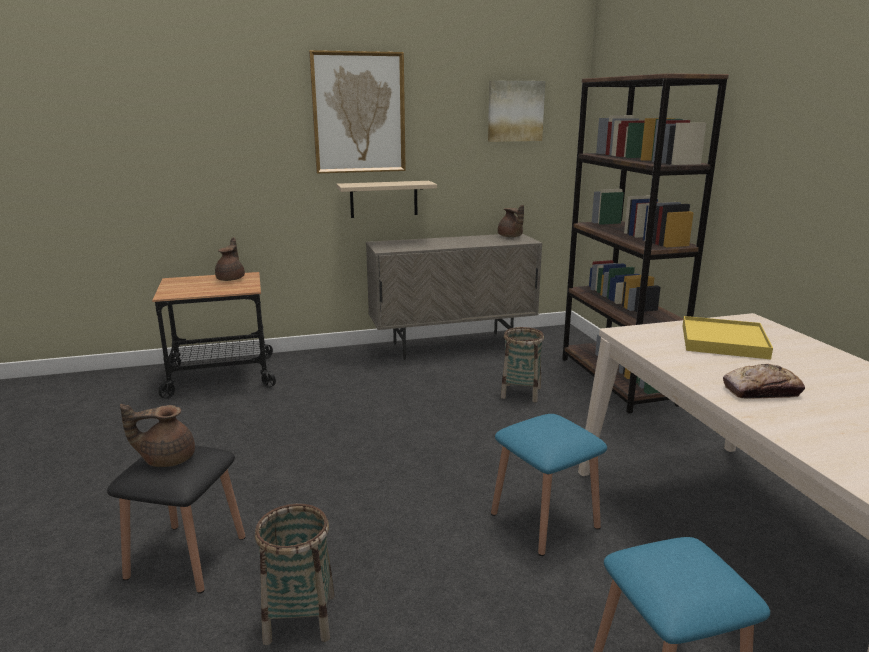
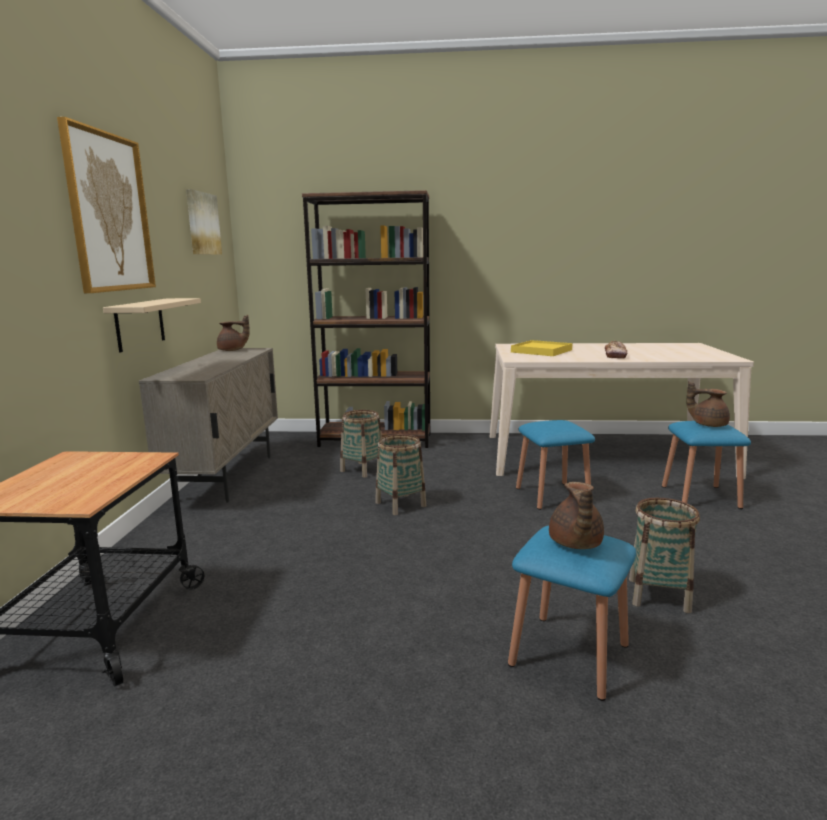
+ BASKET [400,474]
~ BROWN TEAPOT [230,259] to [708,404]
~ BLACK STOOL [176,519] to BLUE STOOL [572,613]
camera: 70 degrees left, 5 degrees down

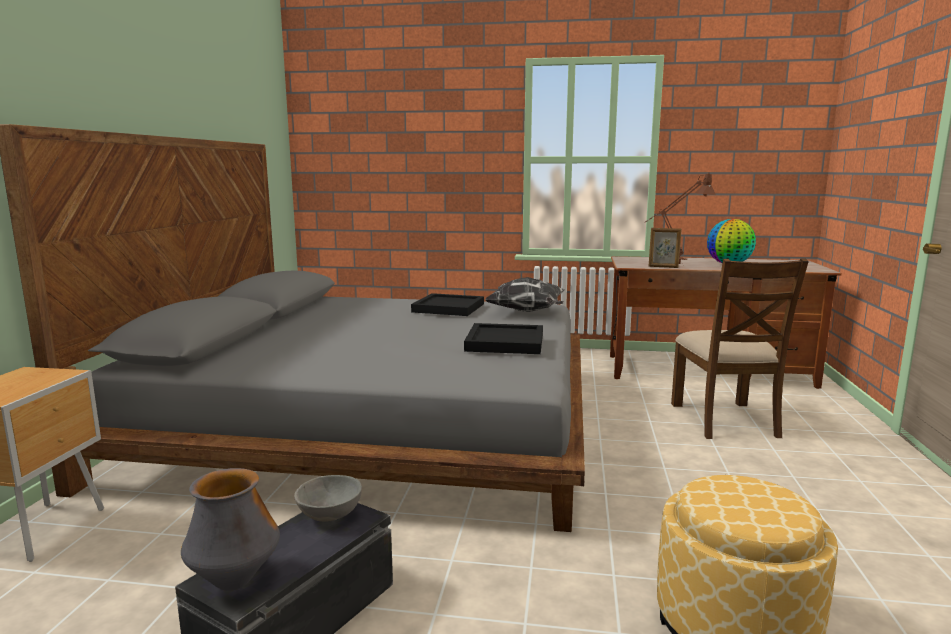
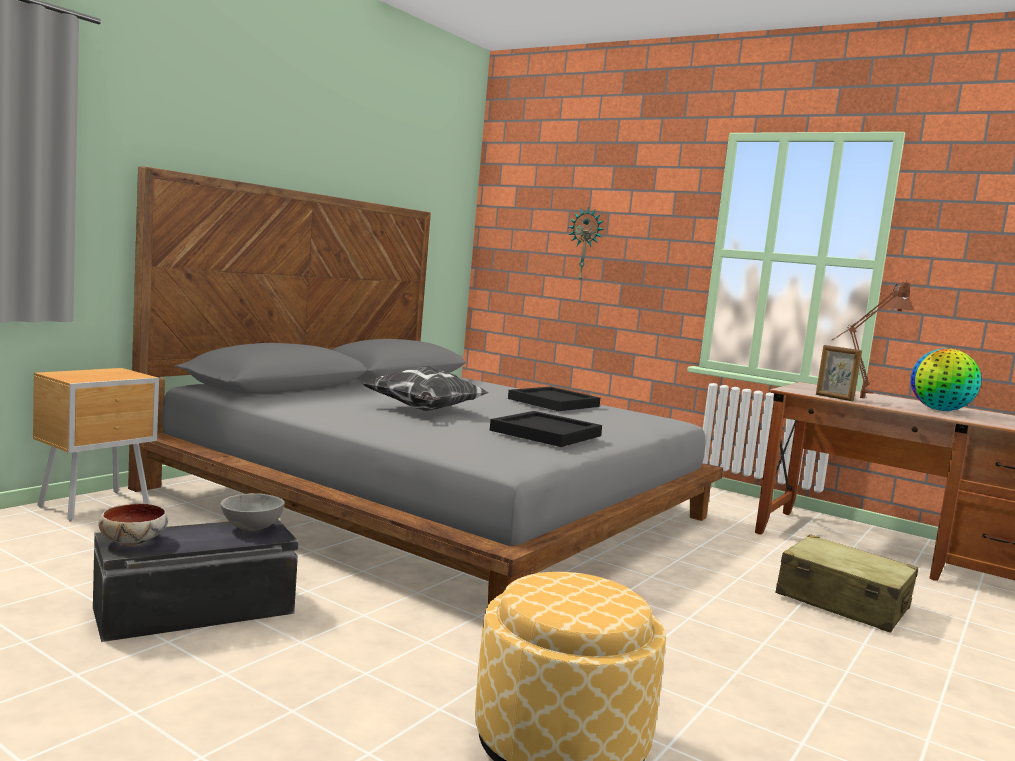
+ WALL CLOCK [586,244]
~ PILLOW [524,294] to [426,388]
~ VASE [230,529] to BOWL [133,524]
~ BROWN CHAIR [740,348] to BEIGE SUITCASE [847,583]
camera: 25 degrees right, 5 degrees down

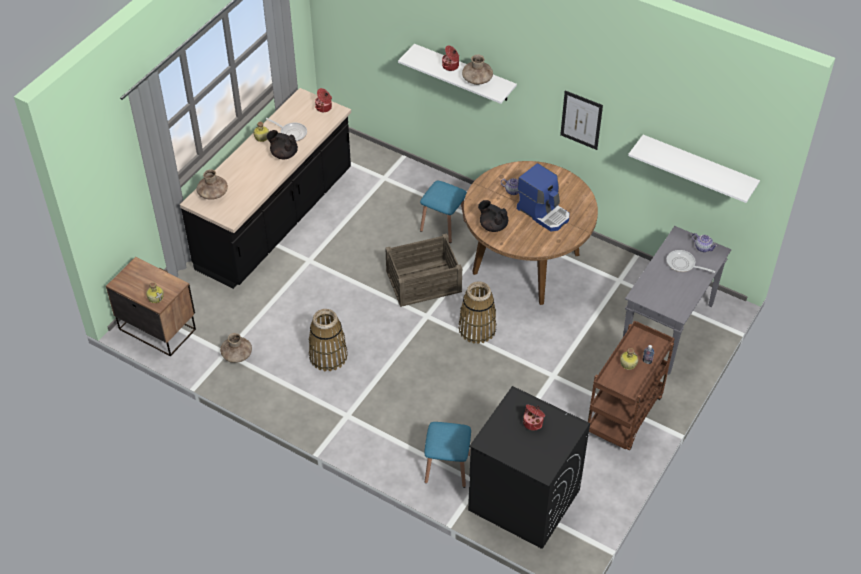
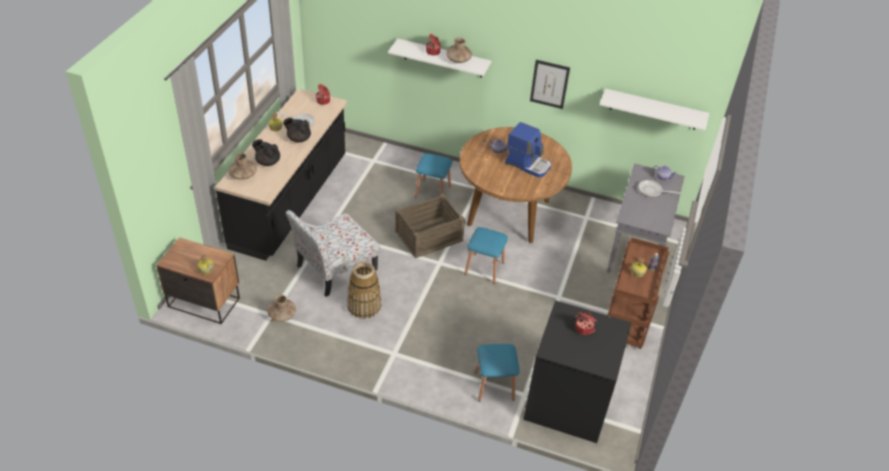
+ CHAIR [333,253]
~ BLACK TEAPOT [493,216] to [266,152]
~ BASKET [477,312] to BLUE STOOL [486,255]
camera: 15 degrees left, 5 degrees down

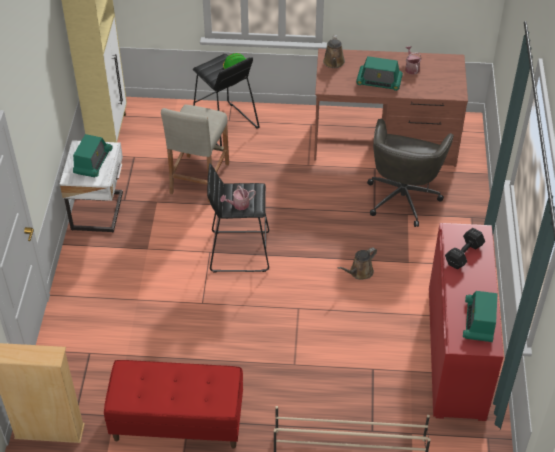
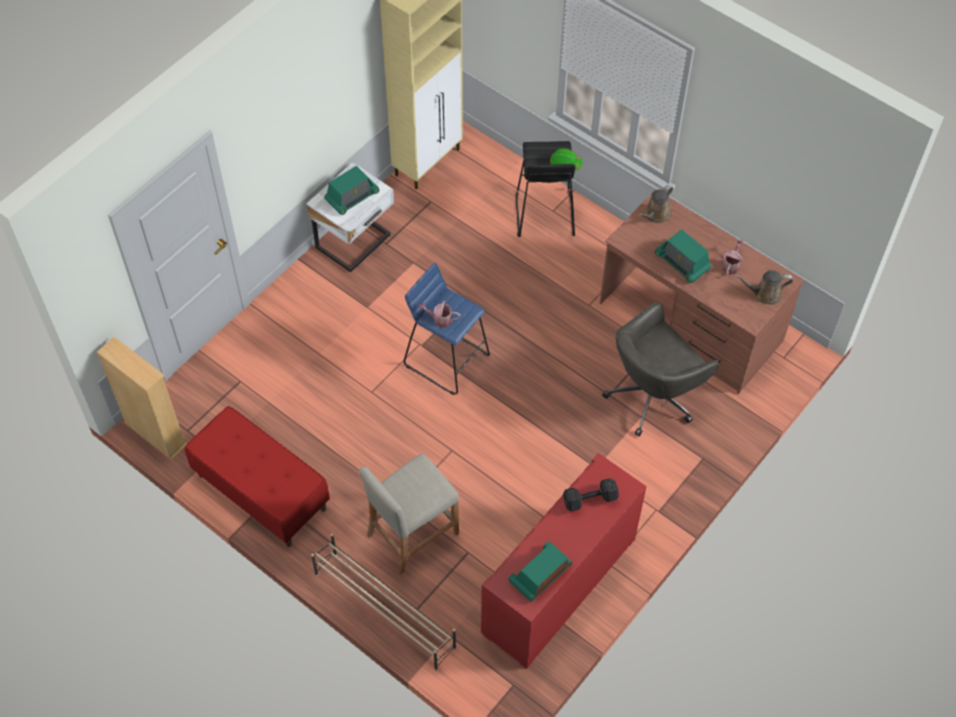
~ BEIGE STOOL [195,153] to [409,514]
~ BROWN WATERING CAN [357,263] to [764,287]
~ BLACK STOOL [238,217] to BLUE STOOL [446,329]
camera: 35 degrees right, 10 degrees up

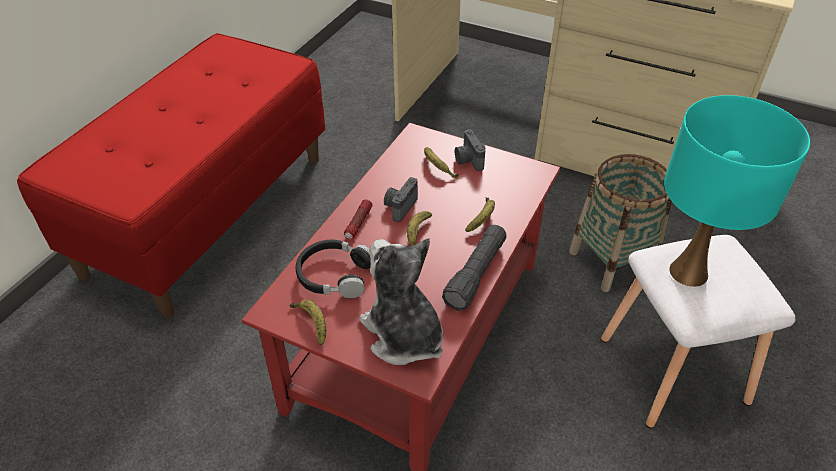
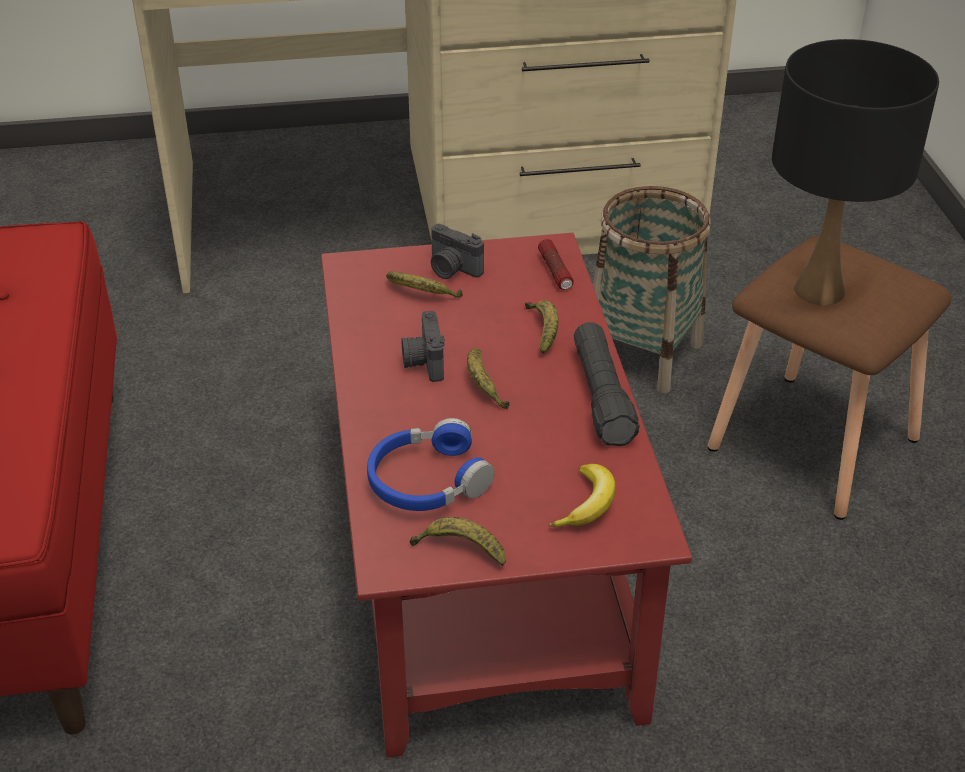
~ FLASHLIGHT [358,219] to [556,264]
~ PLUSH TOY [401,301] to BANANA [582,495]
~ BLACK HEADPHONES [333,269] to BLUE HEADPHONES [431,464]
~ WHITE STOOL [698,331] to BROWN STOOL [830,378]
~ TURQUOISE TABLE LAMP [737,191] to BLACK TABLE LAMP [855,172]
camera: 35 degrees left, 5 degrees down

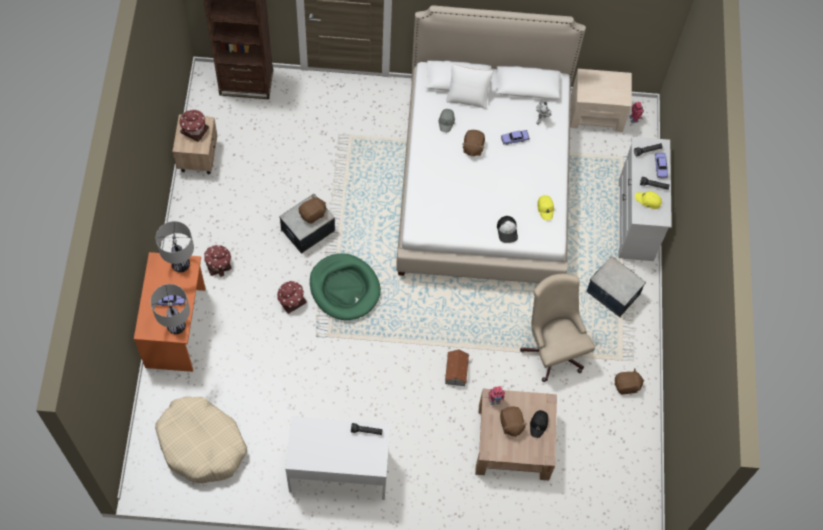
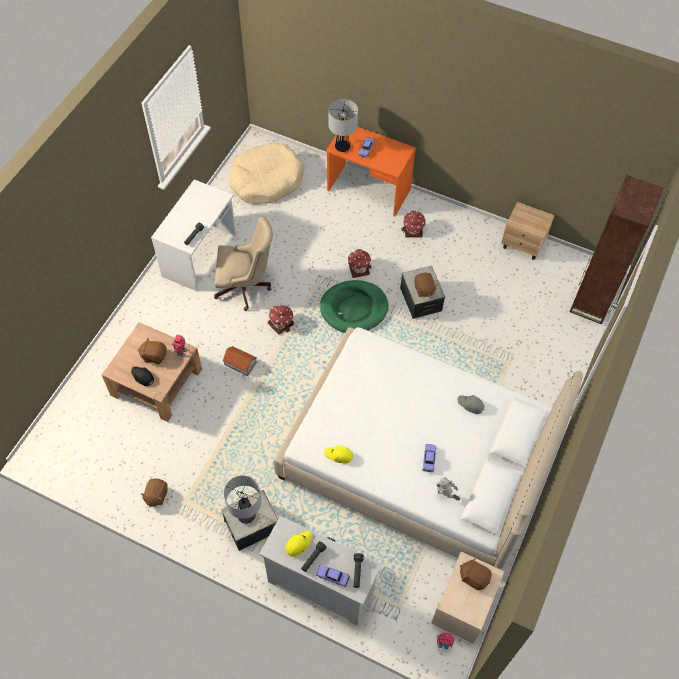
- WHITE PILLOW [469,86]
- CAP [507,229]
~ TABLE LAMP [175,246] to [243,499]
~ TOY HOUSE [194,125] to [281,320]
~ BROWN PLUSH TOY [474,143] to [476,574]
~ BEIGE OFFICE CHAIR [557,328] to [243,264]
camera: 115 degrees right, 5 degrees down

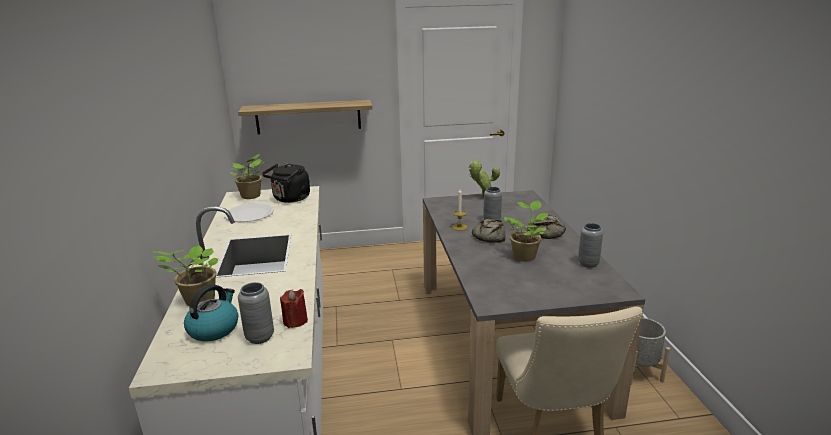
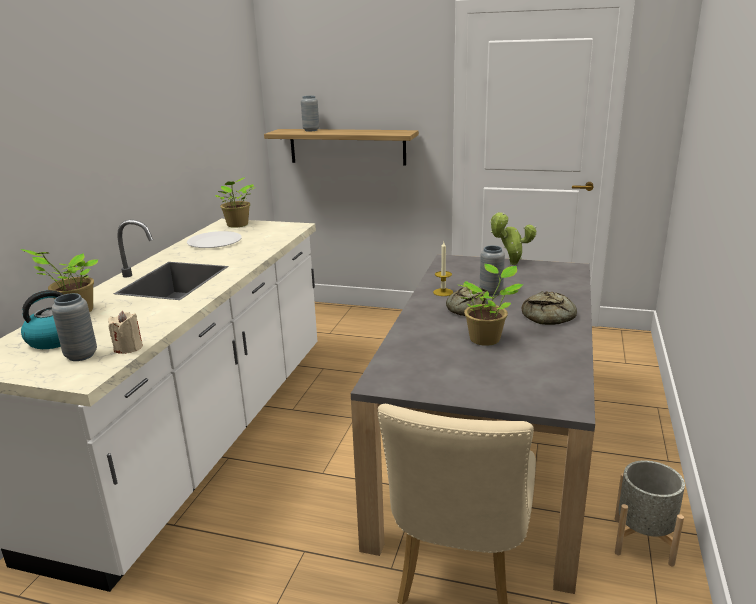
- BLACK KETTLE [286,183]
~ GREY VASE [590,245] to [310,114]
~ RED CANDLE [294,308] to BEIGE CANDLE [125,332]
camera: 25 degrees right, 0 degrees up

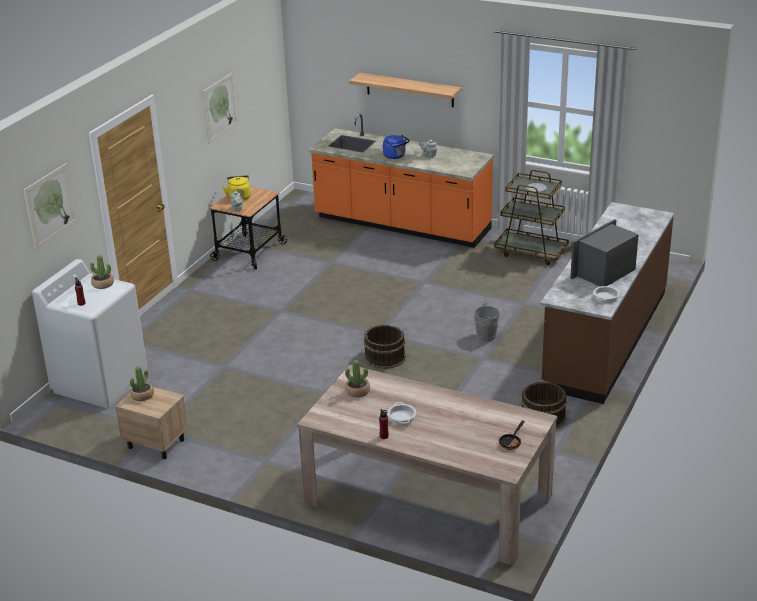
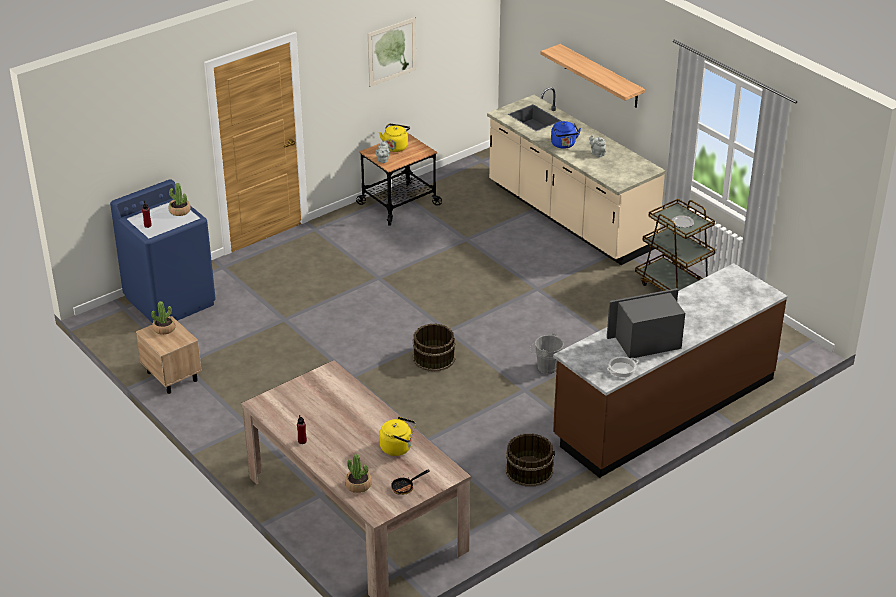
- PICTURE [51,206]
- COOKING POT [401,413]
+ YELLOW KETTLE [397,436]
~ POTTED PLANT [357,378] to [358,473]
~ WHITE WASHING MACHINE [90,333] to BLUE WASHING MACHINE [163,251]
~ ORANGE COUNTER [401,181] to BEIGE COUNTER [576,176]
camera: 25 degrees right, 5 degrees up

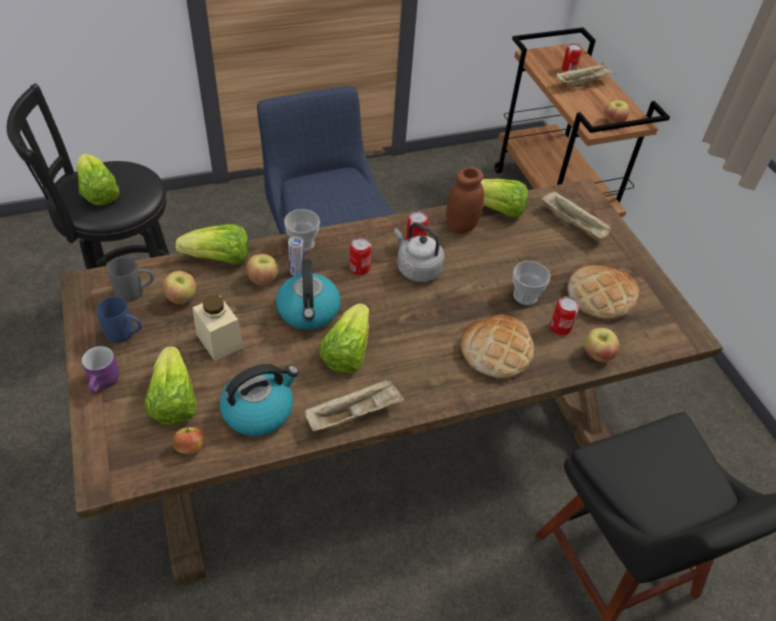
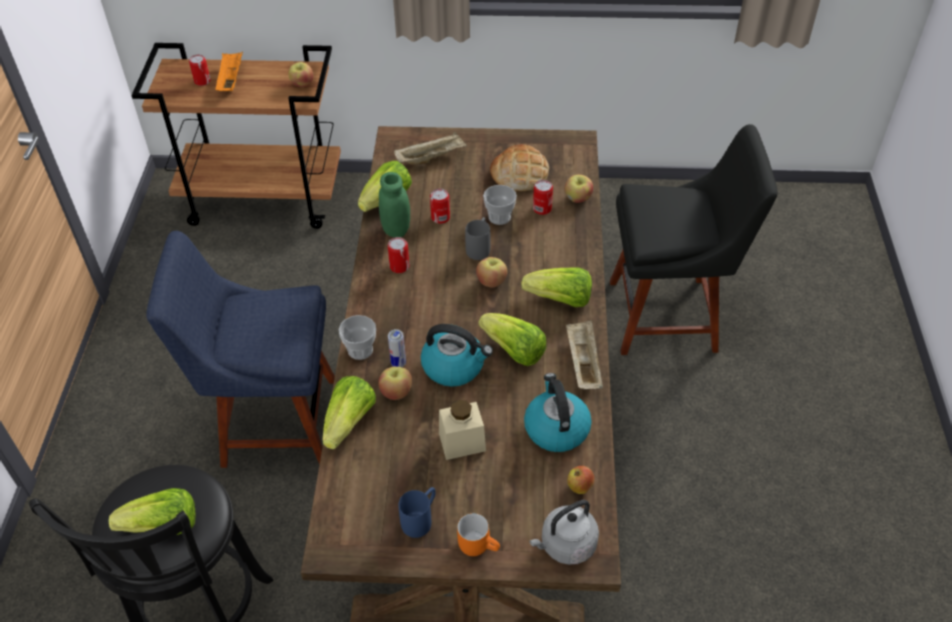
- BREAD [497,347]
~ GREY MUG [131,279] to [477,238]
~ LETTUCE [171,385] to [556,287]
~ APPLE [179,287] to [492,272]
~ CAN [360,256] to [440,206]
~ GREY KETTLE [419,252] to [564,532]
~ PURPLE MUG [100,369] to ORANGE MUG [478,534]
~ BROWN JAR [465,200] to GREEN JAR [394,205]
~ BEIGE TRAY [586,74] to ORANGE TRAY [229,71]
camera: 65 degrees left, 0 degrees up

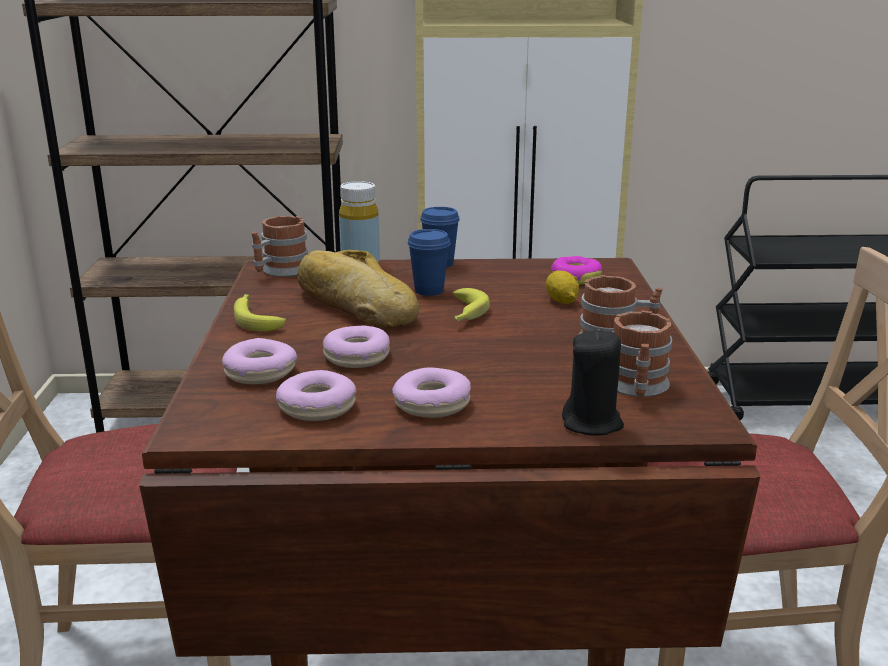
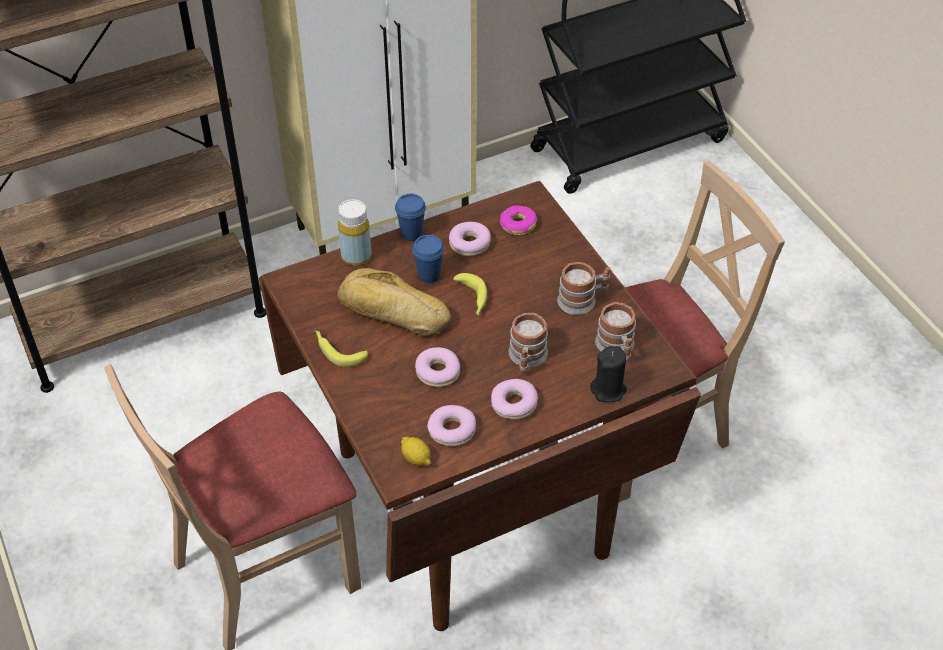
~ DONUT [259,361] to [470,239]
~ MUG [280,246] to [528,343]
~ LEMON [562,287] to [416,451]
camera: 25 degrees left, 25 degrees up

